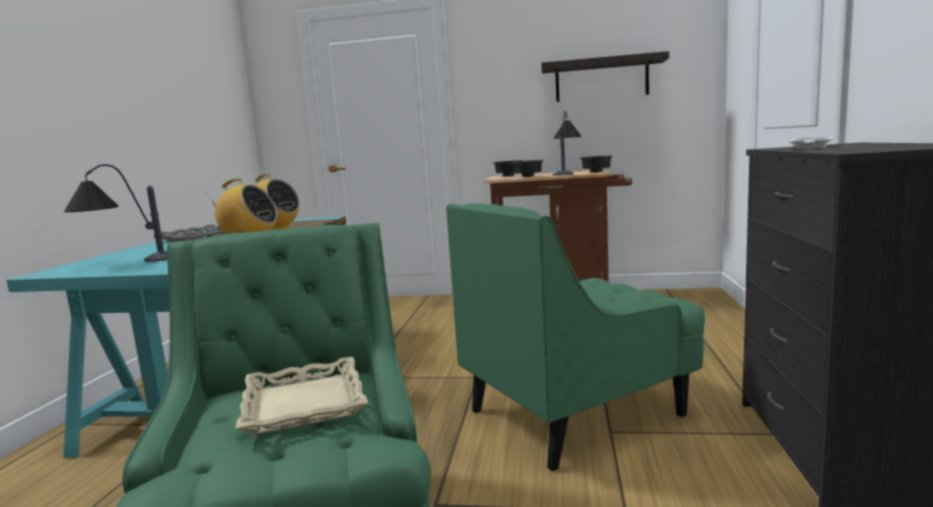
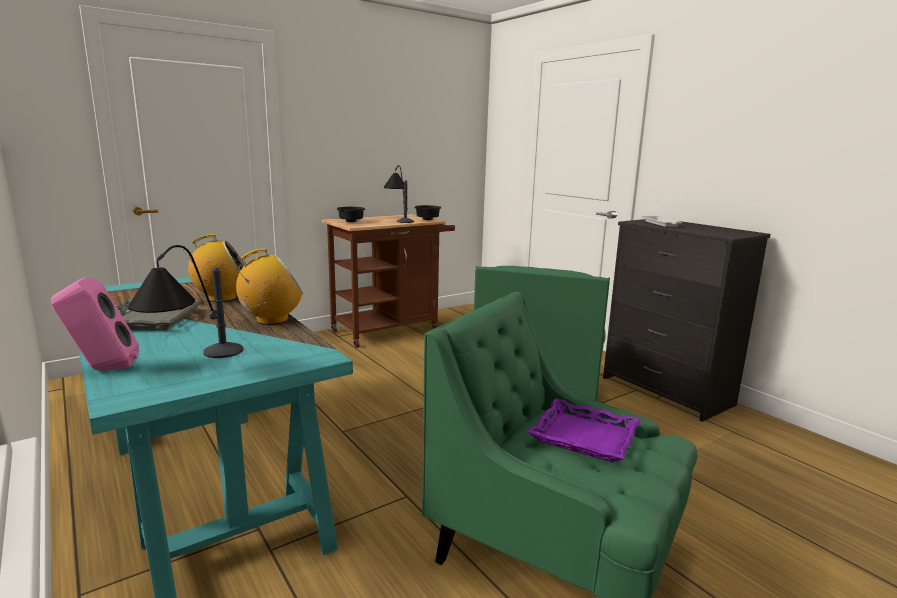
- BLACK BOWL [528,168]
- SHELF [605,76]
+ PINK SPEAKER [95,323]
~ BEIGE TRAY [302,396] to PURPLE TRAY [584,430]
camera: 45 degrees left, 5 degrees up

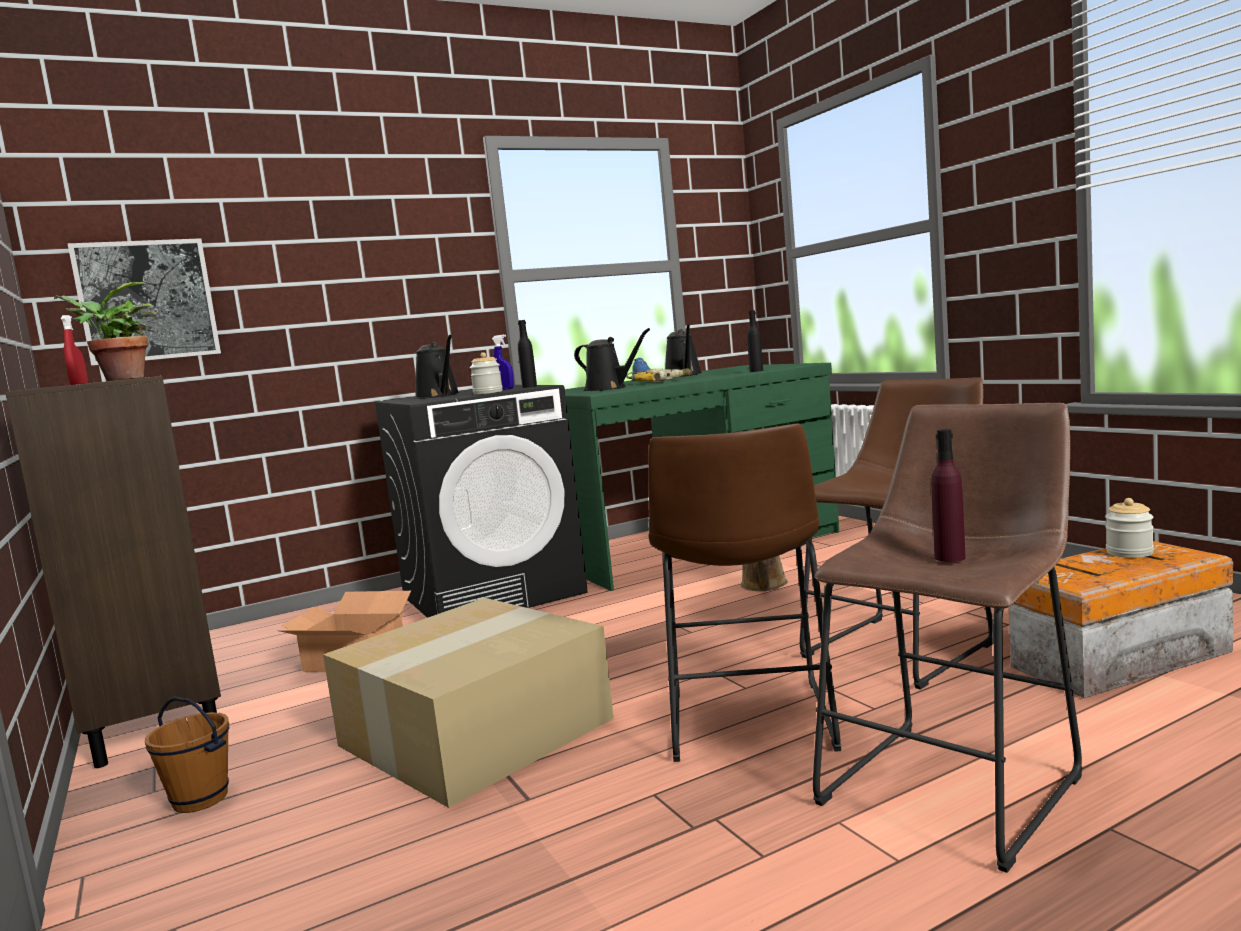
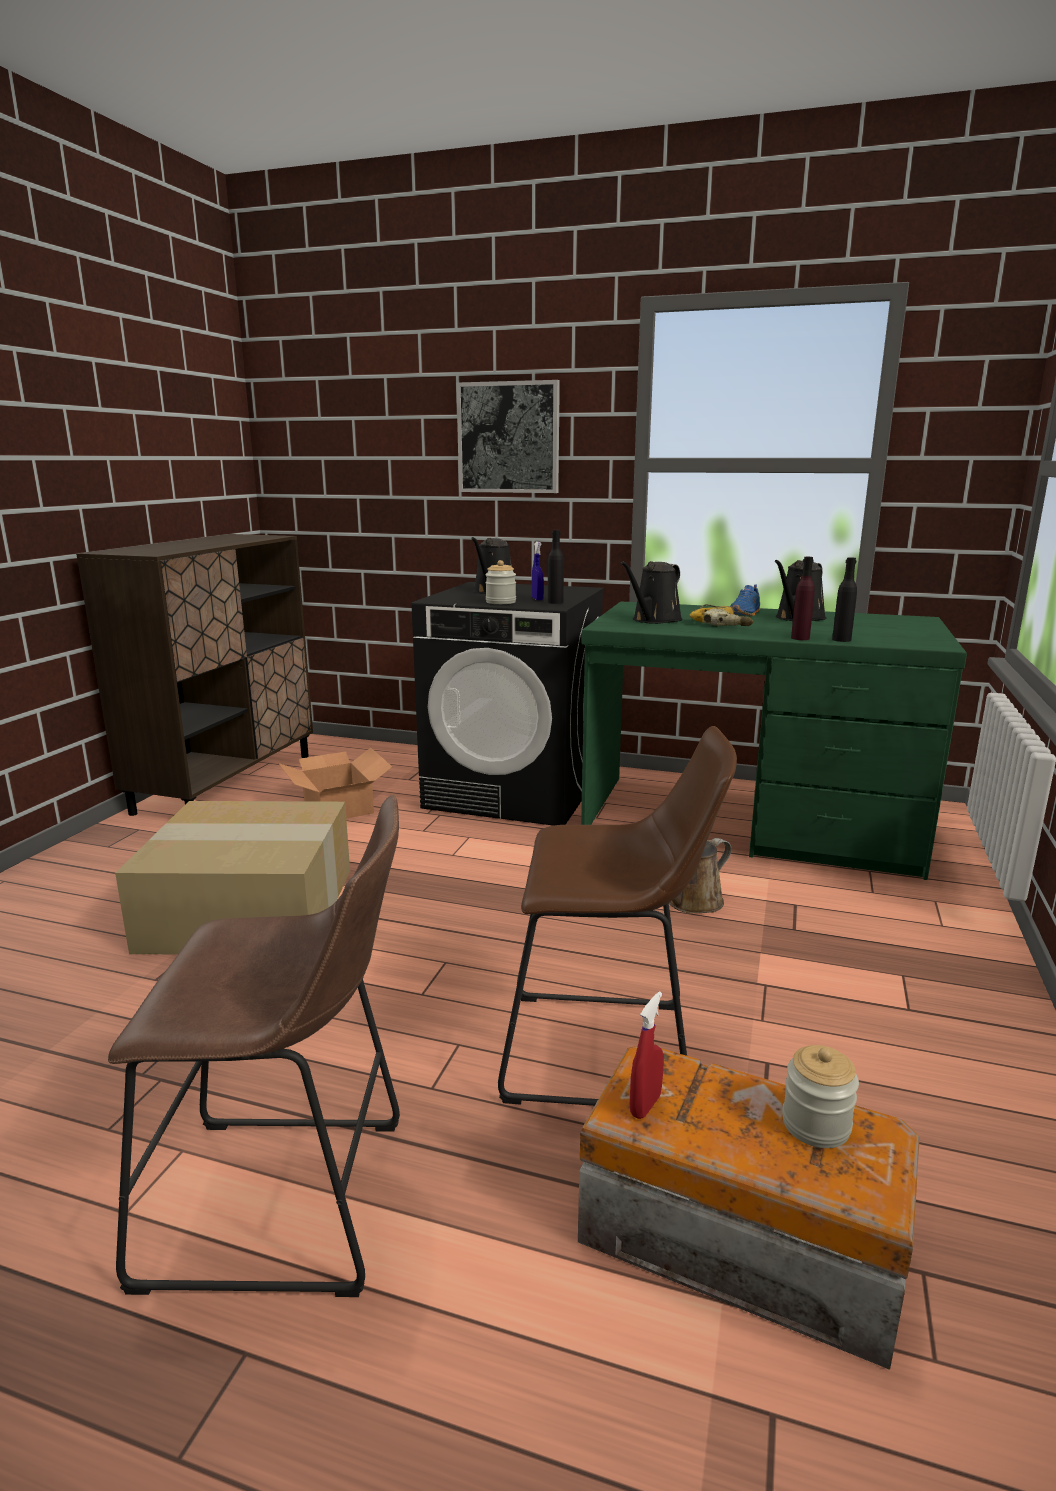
- POTTED PLANT [105,331]
- BROWN BUCKET [187,755]
- BROWN STOOL [744,592]
~ RED SPRAY BOTTLE [74,350] to [647,1055]
~ PICTURE [144,302] to [508,436]
~ PURPLE BOTTLE [948,495] to [803,598]
~ BLACK WATERING CAN [612,359] = [652,592] 45 degrees clockwise
camera: 45 degrees right, 10 degrees up

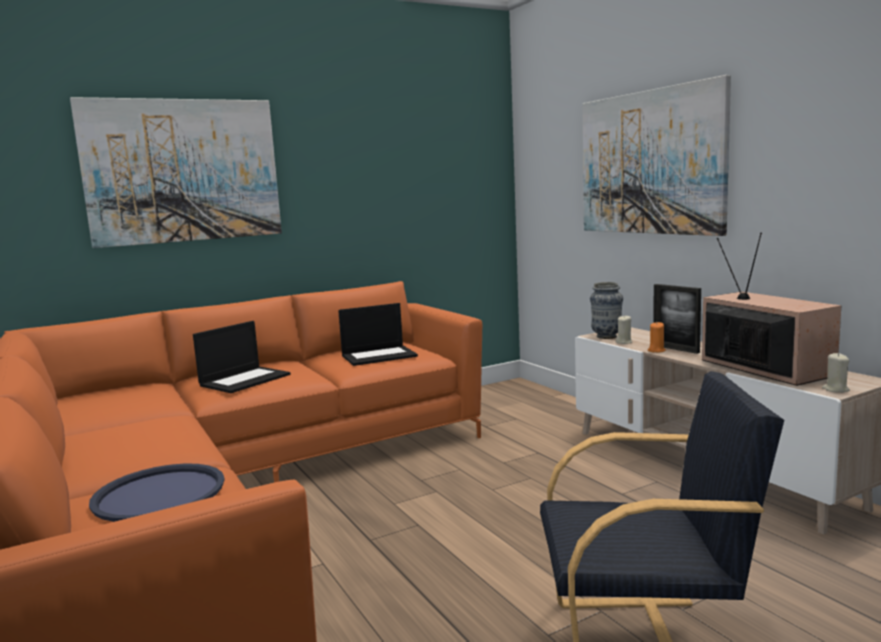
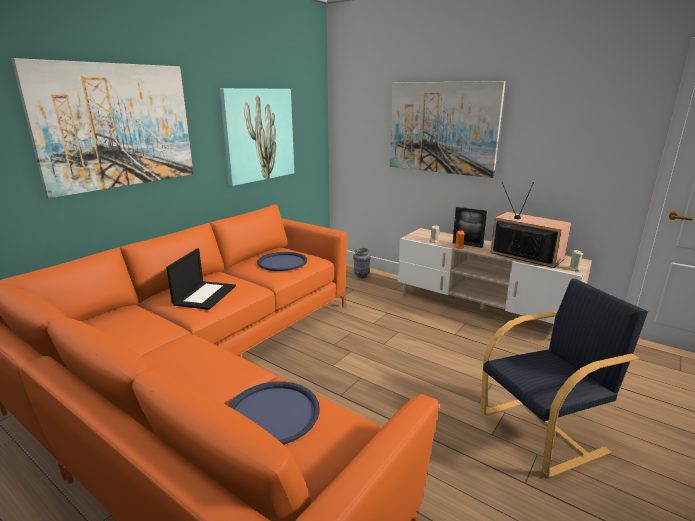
+ PICTURE [257,137]
~ VASE [606,310] to [362,263]
~ LAPTOP [378,334] to BLUE TRAY [282,261]
camera: 25 degrees left, 10 degrees up

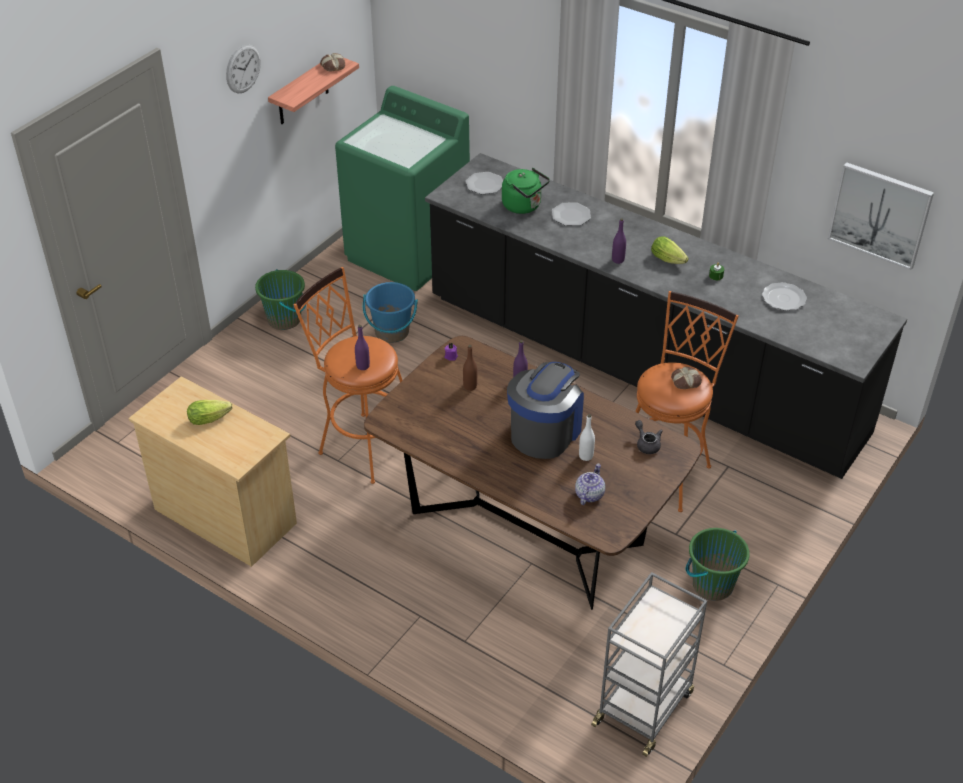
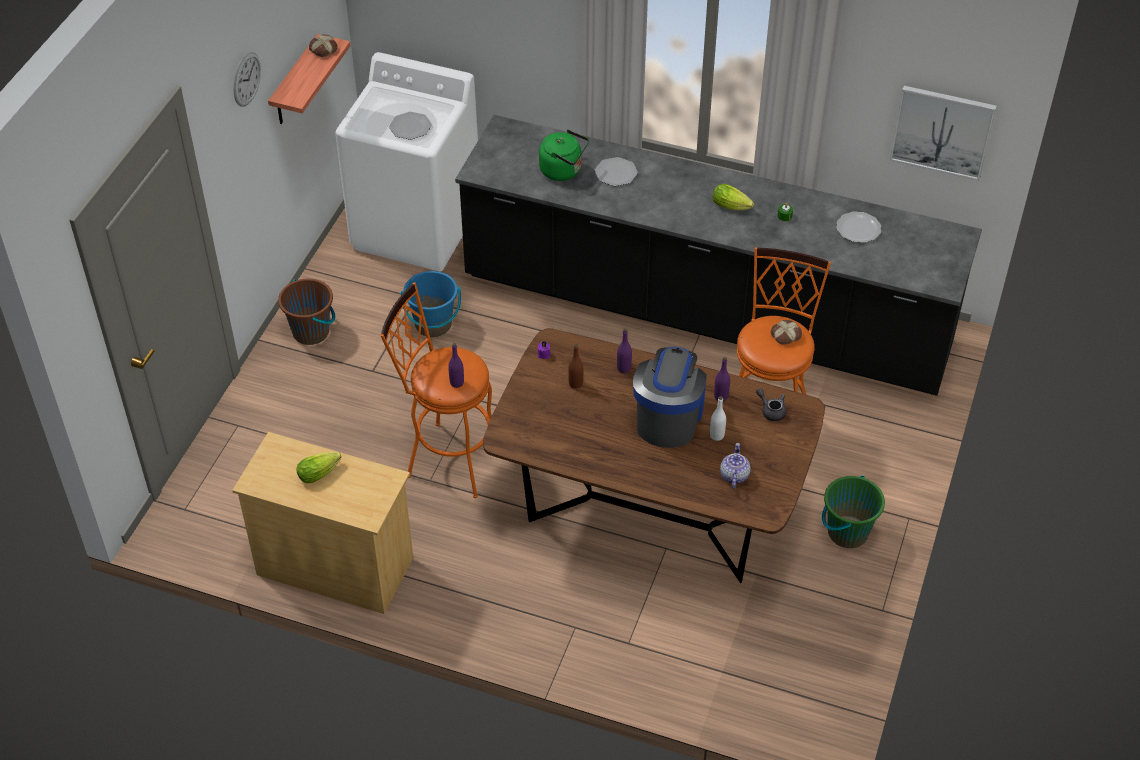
- GREY CART [649,664]
~ PLATE [484,183] to [410,126]
~ PURPLE BOTTLE [619,241] to [722,379]
~ GREEN BUCKET [280,299] to BROWN BUCKET [306,311]
~ GREEN WASHING MACHINE [402,188] to WHITE WASHING MACHINE [406,162]
camera: 15 degrees left, 5 degrees up

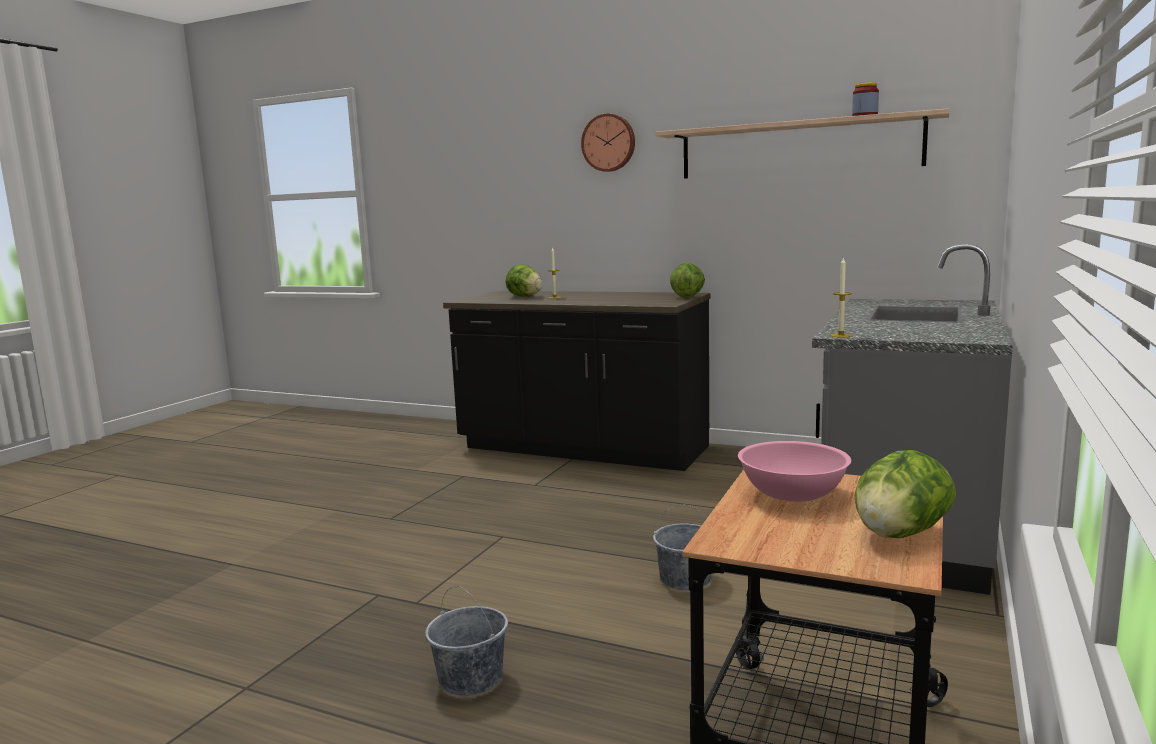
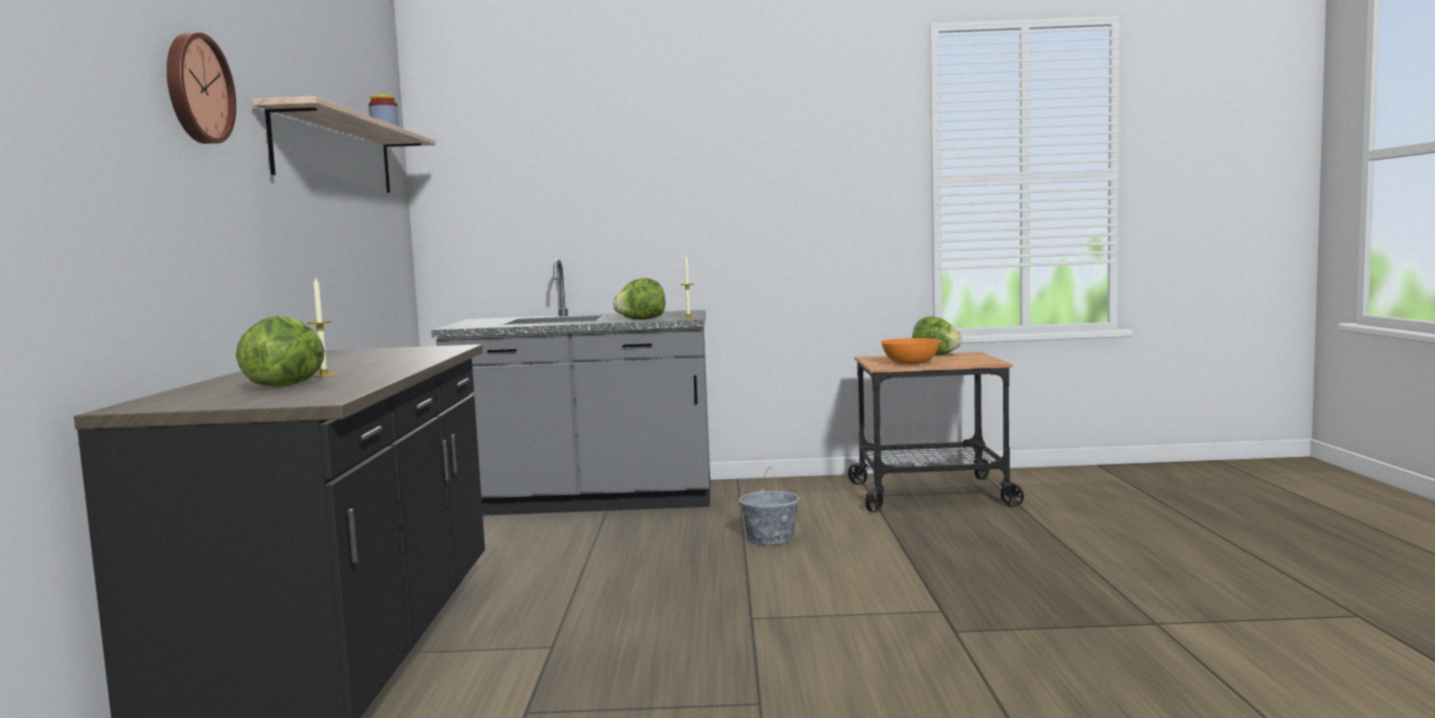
- GREY BUCKET [466,641]
~ LETTUCE [687,280] to [639,299]
~ PINK BOWL [794,471] to ORANGE BOWL [910,351]
camera: 115 degrees left, 5 degrees down

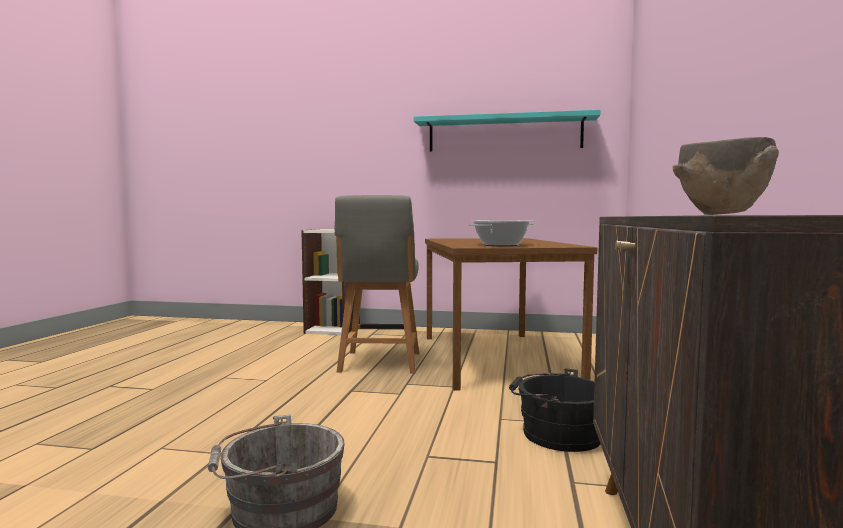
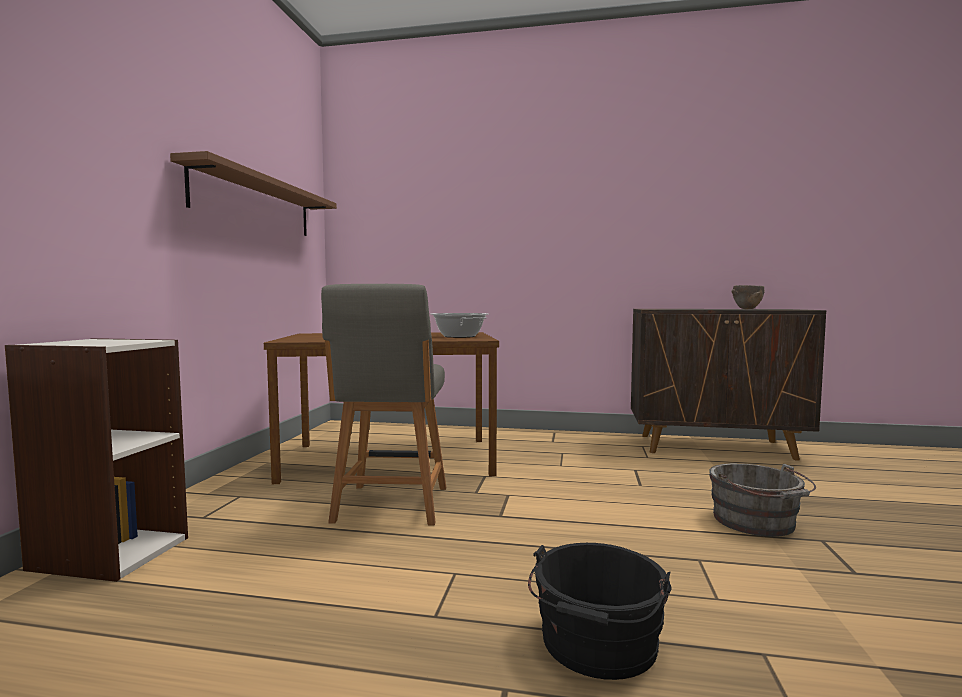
~ BLACK BUCKET [554,410] to [600,611]
~ TURQUOISE SHELF [507,131] to BROWN SHELF [253,193]
~ GREY CHAIR [377,284] = [383,404] 90 degrees clockwise
camera: 90 degrees left, 0 degrees up

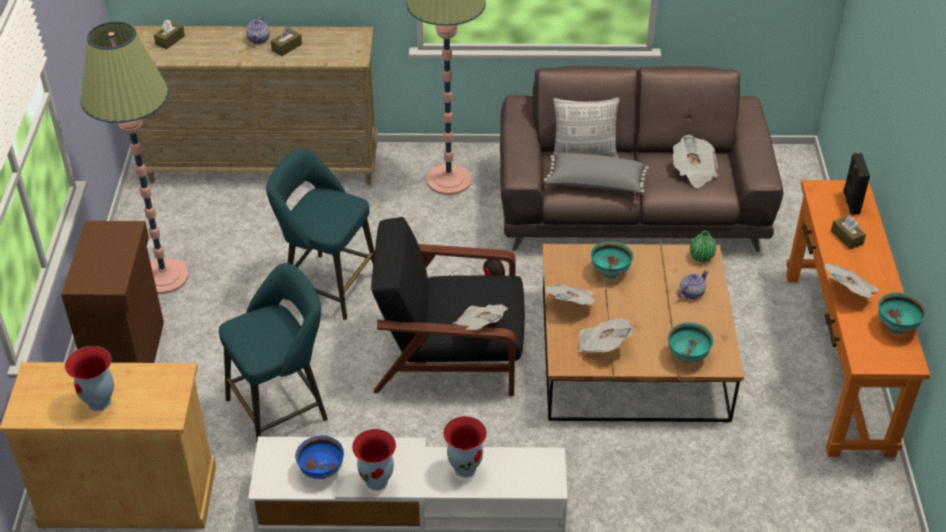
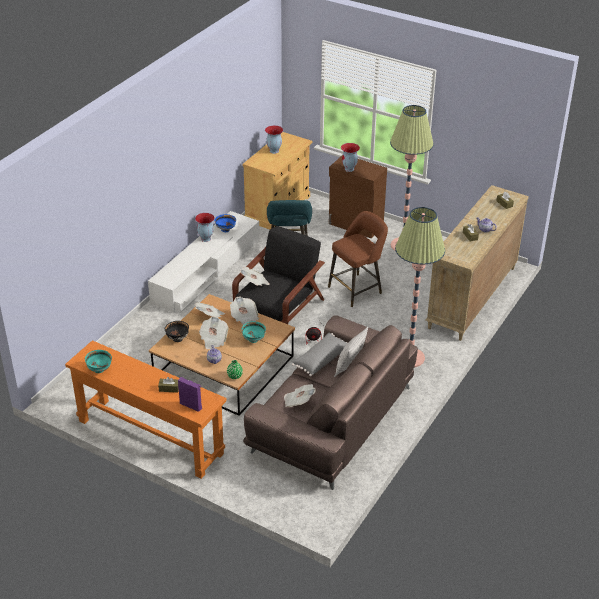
~ VASE [465,447] to [350,157]
~ NEWSPAPER [852,281] to [214,332]
~ TURQUOISE STOOL [320,234] to BROWN STOOL [358,259]
~ TURQUOISE BOWL [690,342] to BLACK BOWL [177,331]
~ BLACK SPEAKER [856,184] to PURPLE SPEAKER [190,394]
camera: 120 degrees right, 5 degrees down

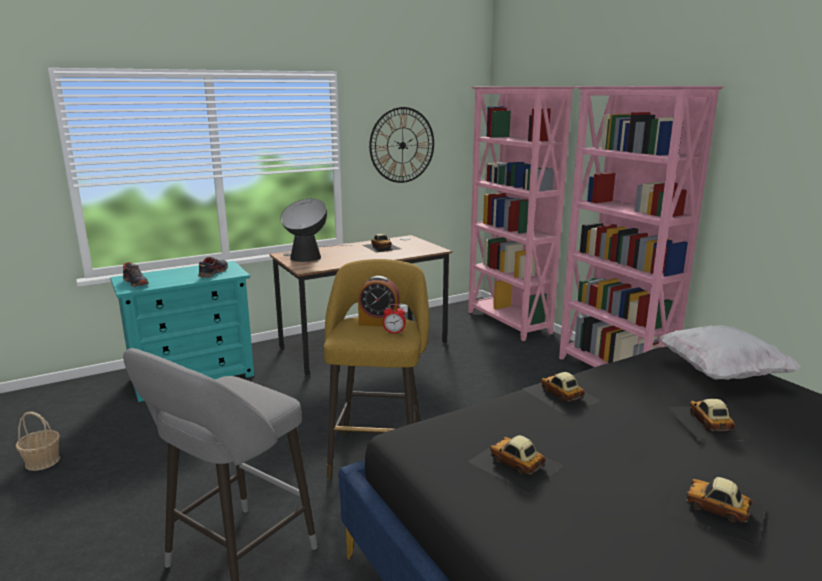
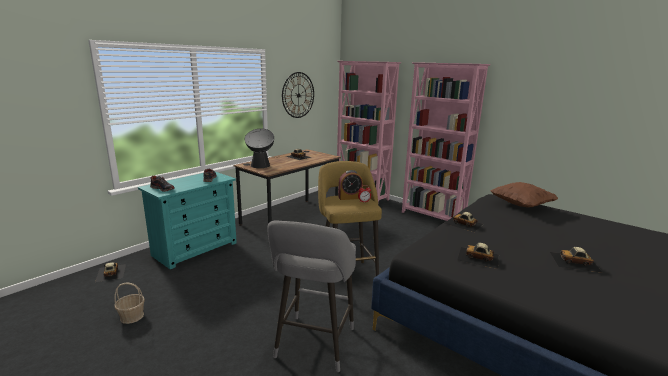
~ TOY CAR [711,420] to [110,272]
~ WHITE PILLOW [730,352] to BROWN PILLOW [524,195]
camera: 20 degrees left, 0 degrees up

